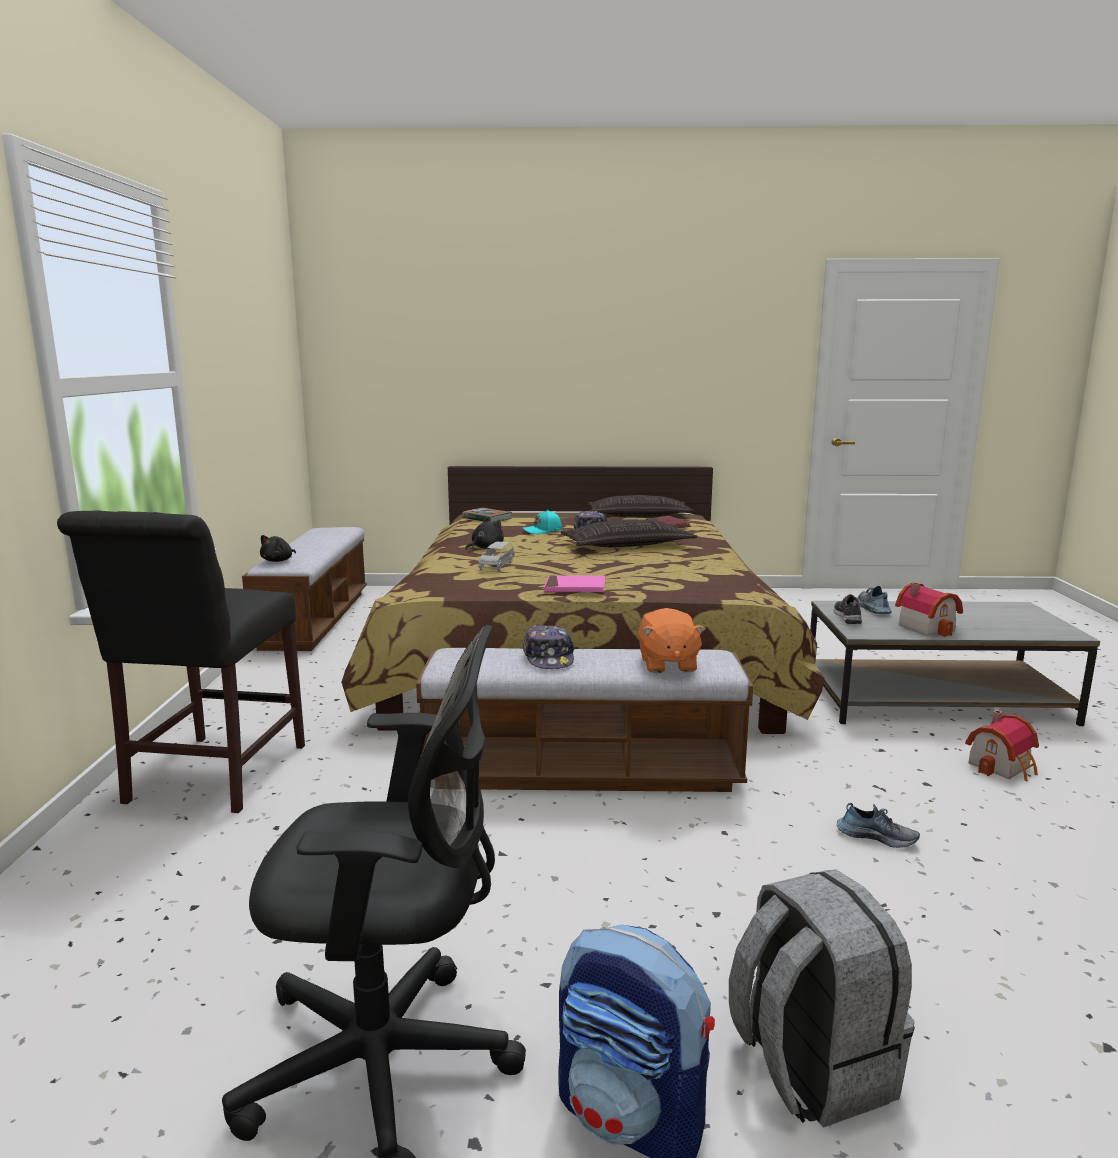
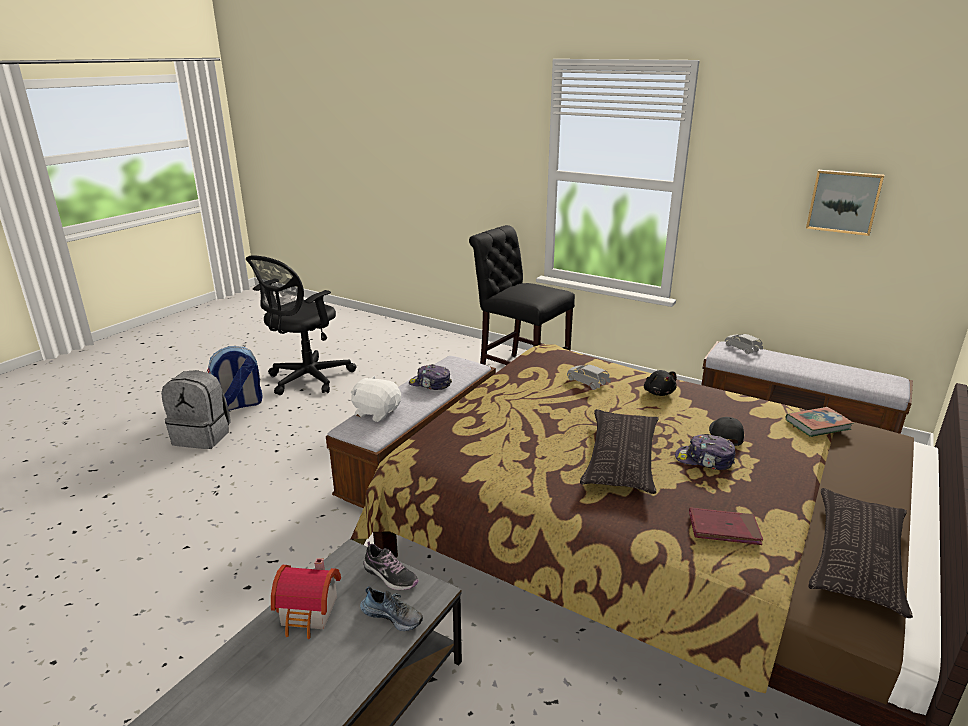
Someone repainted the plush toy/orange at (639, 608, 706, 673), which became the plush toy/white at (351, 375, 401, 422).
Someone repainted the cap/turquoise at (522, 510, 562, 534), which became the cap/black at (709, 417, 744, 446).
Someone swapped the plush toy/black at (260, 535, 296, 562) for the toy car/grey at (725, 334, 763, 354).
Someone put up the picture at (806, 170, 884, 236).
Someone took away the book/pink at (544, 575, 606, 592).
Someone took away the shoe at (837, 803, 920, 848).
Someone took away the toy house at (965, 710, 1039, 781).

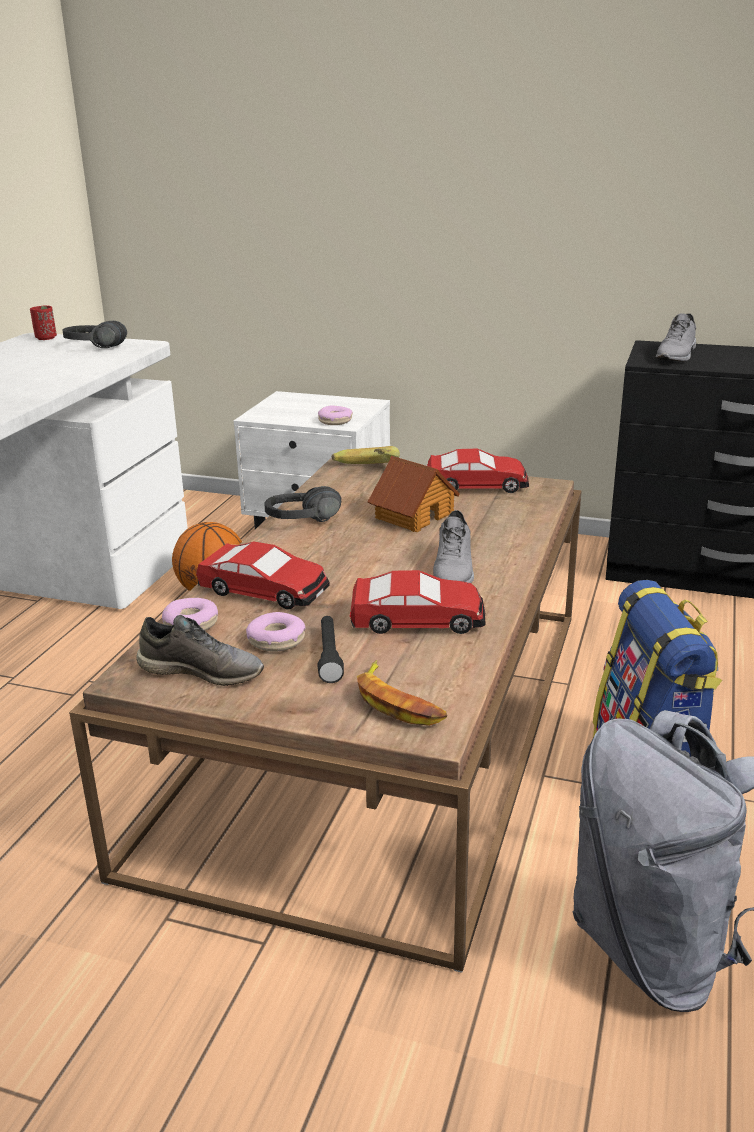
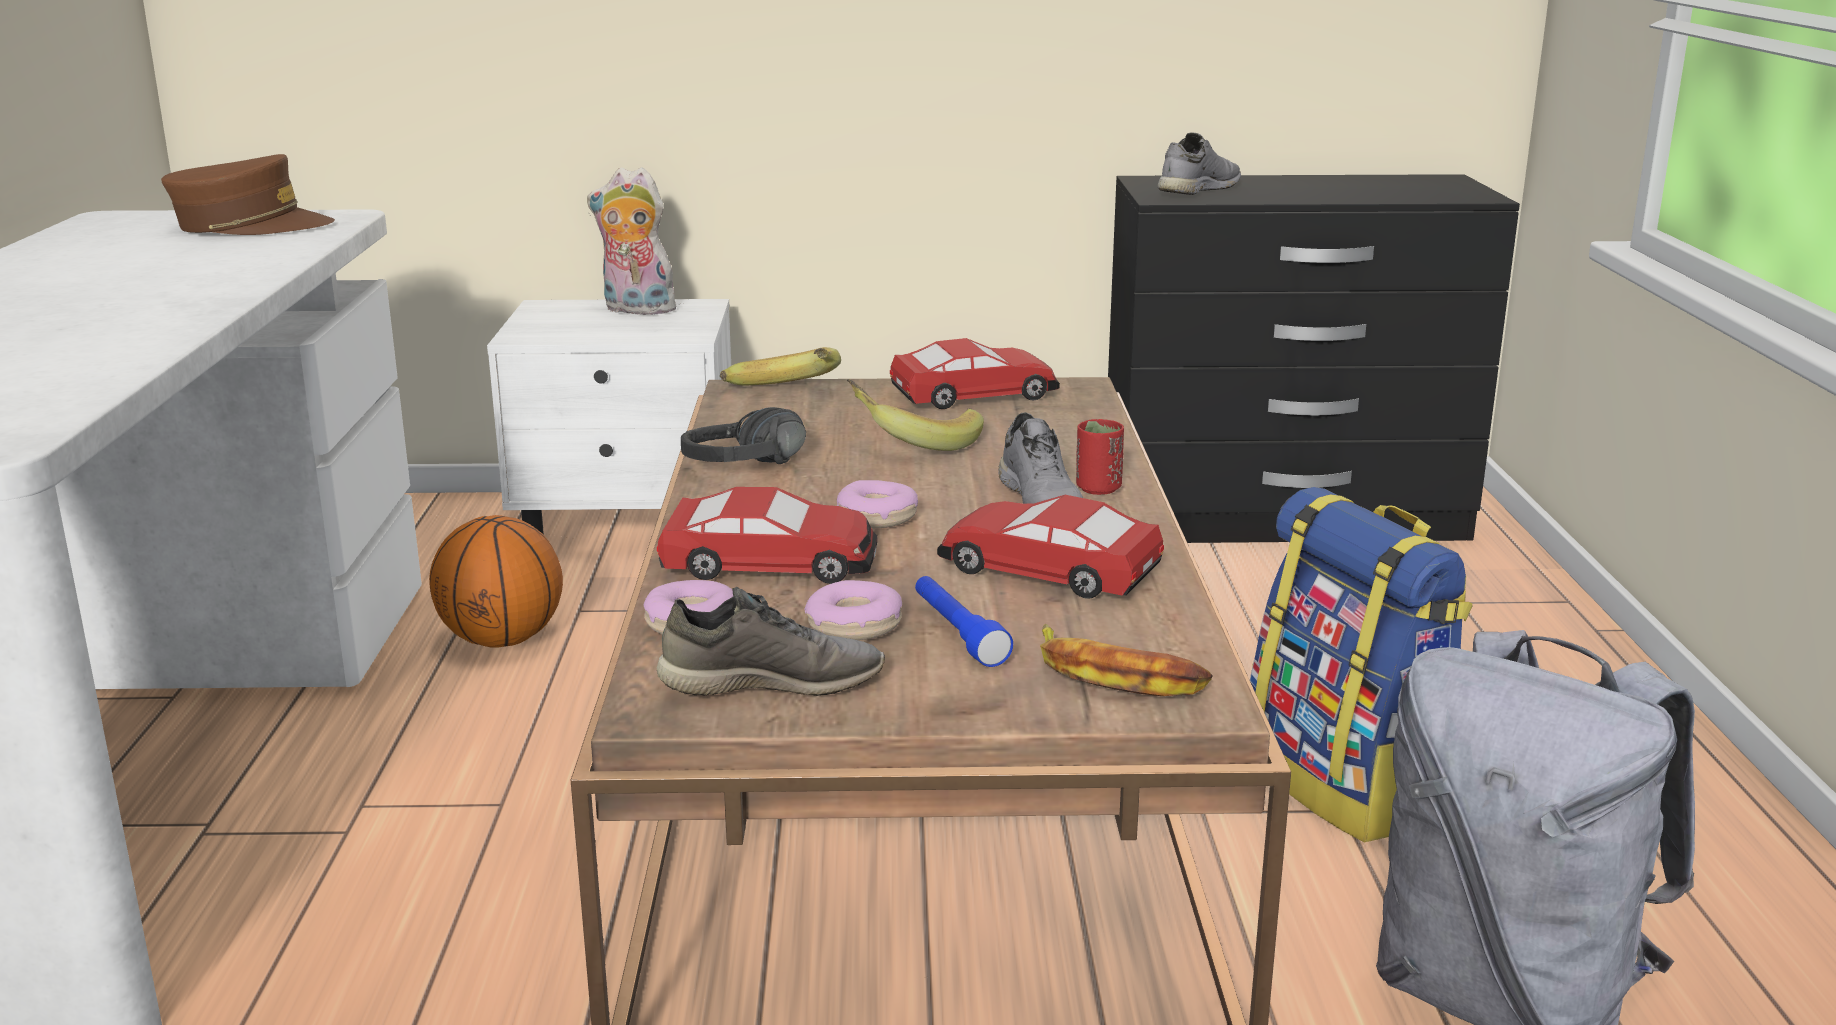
Someone swapped the headphones/black at (63, 321, 127, 348) for the cap/brown at (161, 154, 335, 235).
Someone put down the plush toy at (587, 167, 676, 315).
Someone carried the donut from (318, 405, 353, 425) to (837, 480, 918, 528).
Someone swapped the toy house at (368, 456, 460, 532) for the banana at (847, 379, 984, 451).
Someone repainted the flashlight/black at (317, 616, 344, 683), which became the flashlight/blue at (915, 576, 1013, 667).
Someone rotated the toy car at (350, 570, 485, 634) by 135 degrees counterclockwise.
Someone carried the cup/red from (30, 306, 57, 340) to (1076, 419, 1124, 495).
Someone rotated the shoe/grey at (656, 313, 696, 362) by 150 degrees counterclockwise.

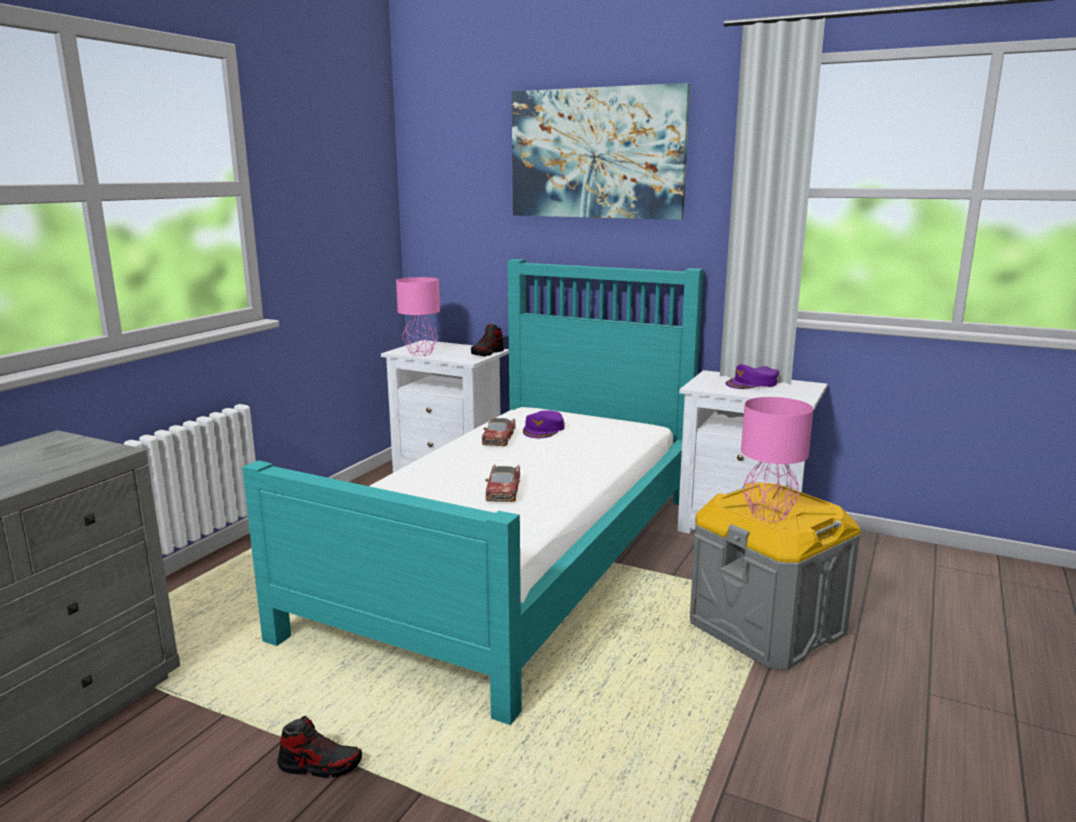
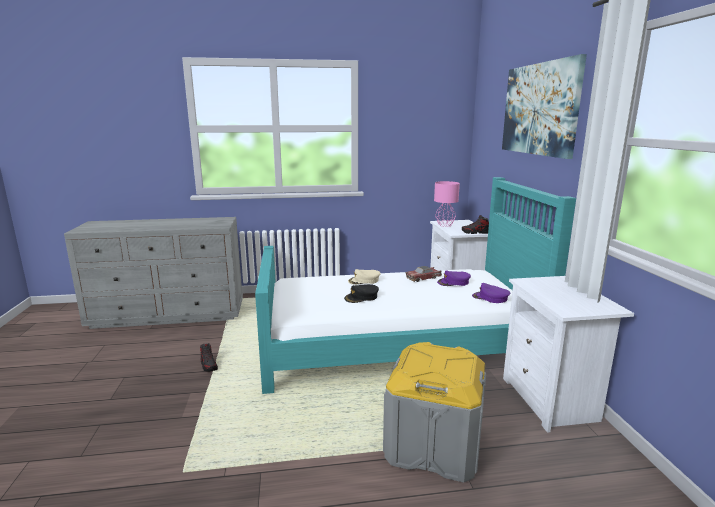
Someone swapped the toy car at (485, 464, 520, 502) for the cap/black at (344, 284, 379, 303).
Someone put down the cap/beige at (348, 269, 380, 285).
Someone carried the cap/purple from (725, 364, 779, 389) to (472, 283, 510, 303).
Someone took away the table lamp/pink at (741, 397, 814, 522).

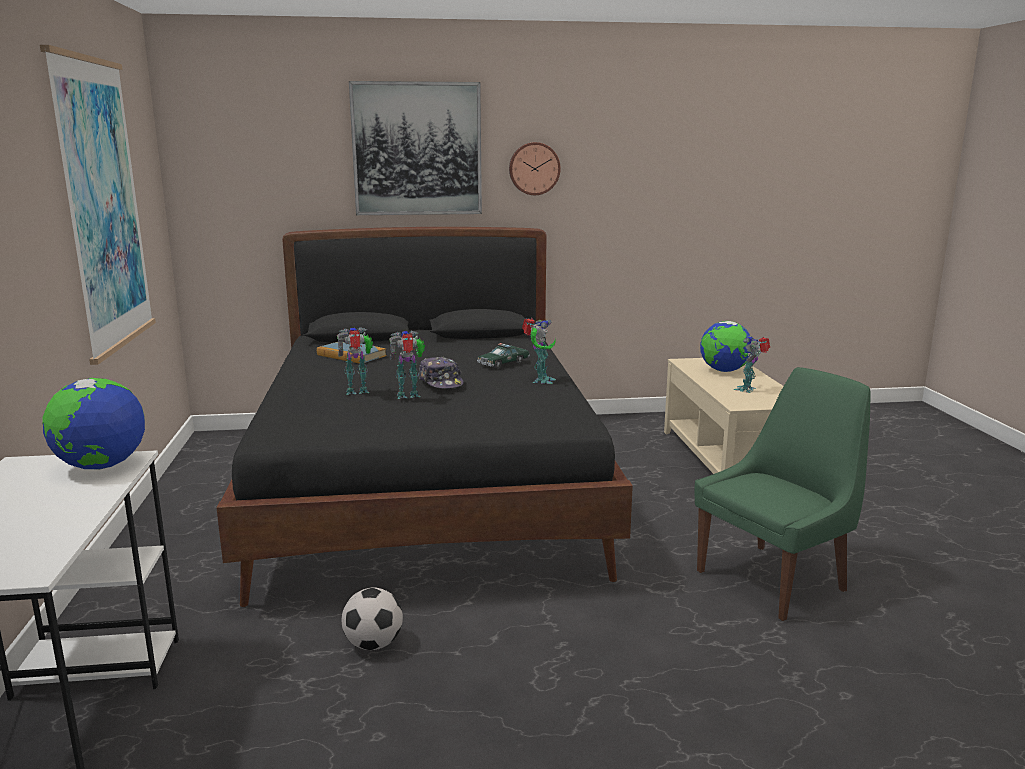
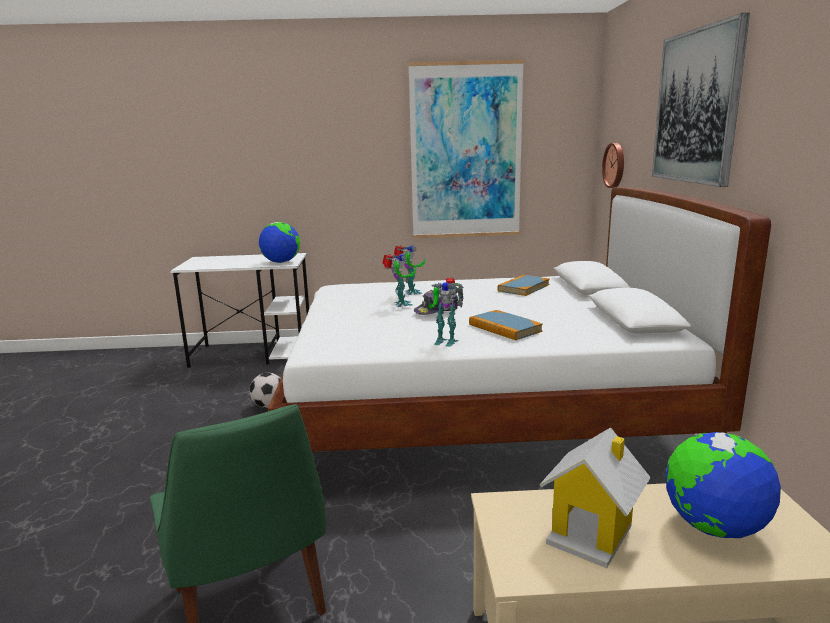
Someone repainted the bed/black at (216, 227, 633, 607), which became the bed/white at (268, 187, 771, 452).
Someone swapped the toy car at (477, 343, 530, 368) for the book at (469, 310, 543, 340).
Someone swapped the toy robot at (734, 336, 770, 393) for the toy house at (539, 427, 651, 568).
Someone carried the wall clock from (509, 142, 561, 195) to (602, 143, 624, 188).

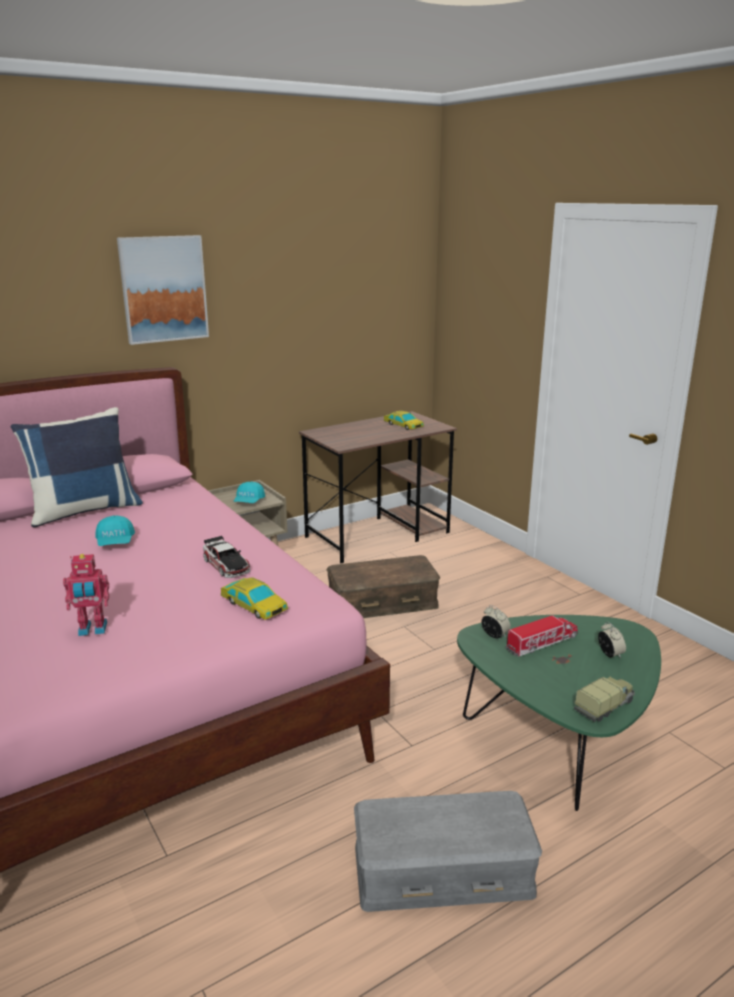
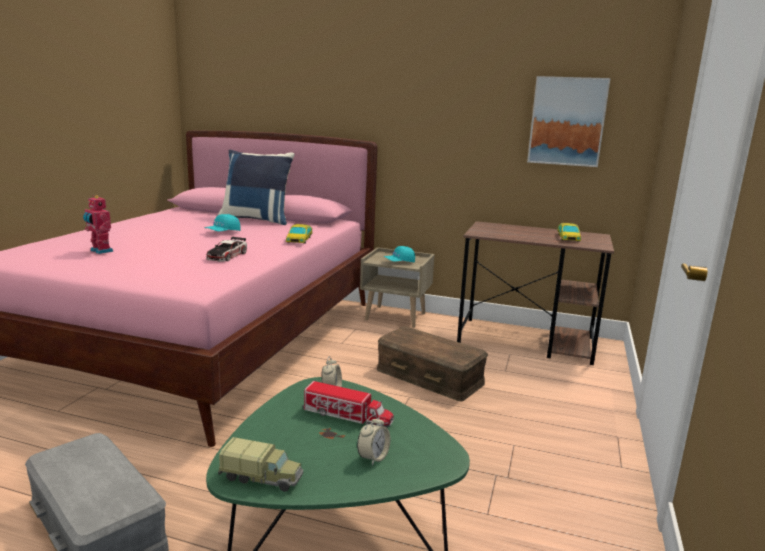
Someone carried the toy car from (221, 577, 288, 620) to (286, 224, 312, 244).
Someone carried the picture from (117, 235, 209, 345) to (527, 76, 611, 167).

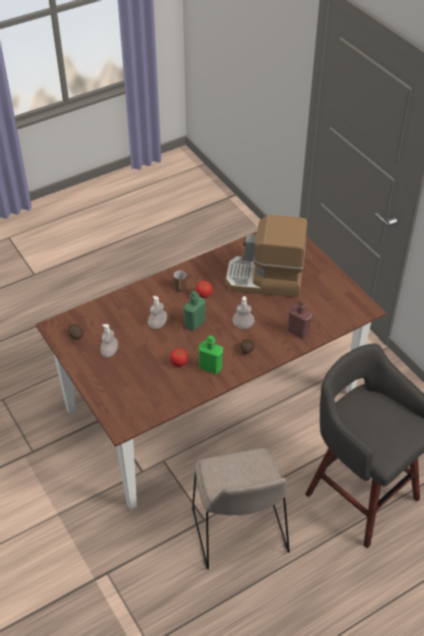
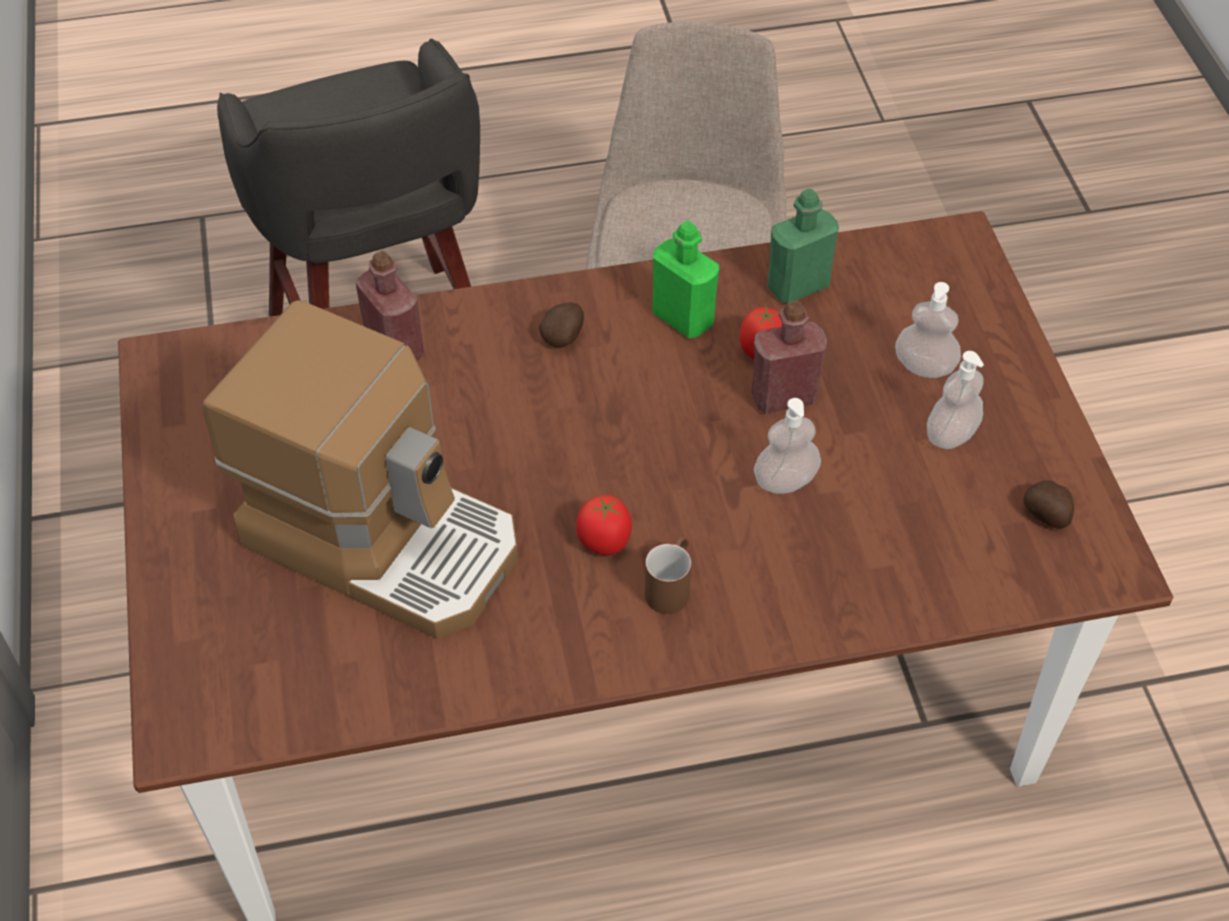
Someone put down the bottle/red at (751, 301, 827, 414).
Someone carried the bottle/green from (184, 291, 205, 330) to (768, 189, 839, 304).
Someone carried the soap dispenser from (232, 296, 254, 329) to (895, 282, 961, 378).

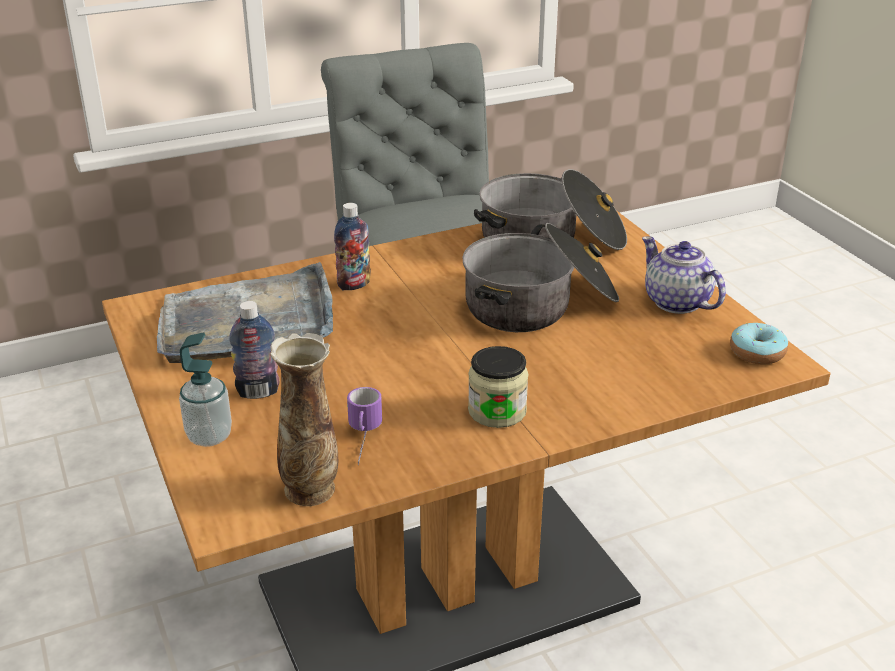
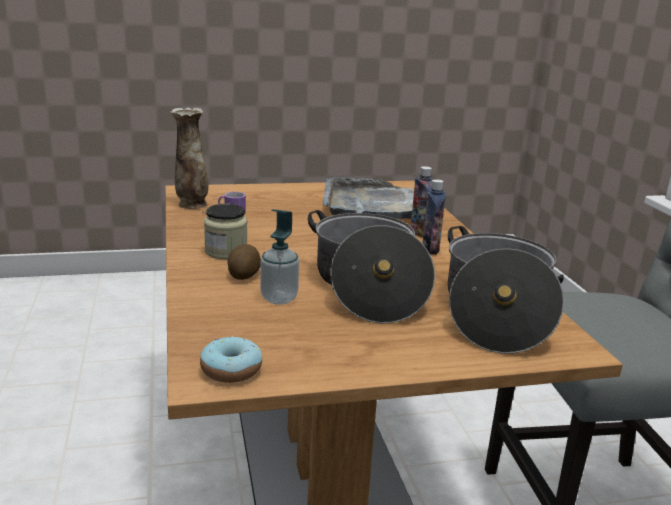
Someone put down the potato at (228, 244, 261, 280).
Someone carried the soap dispenser from (179, 332, 232, 447) to (260, 209, 299, 305).
Someone carried the bottle from (229, 301, 280, 399) to (422, 179, 446, 255).
Someone took away the teapot at (642, 236, 726, 314).

